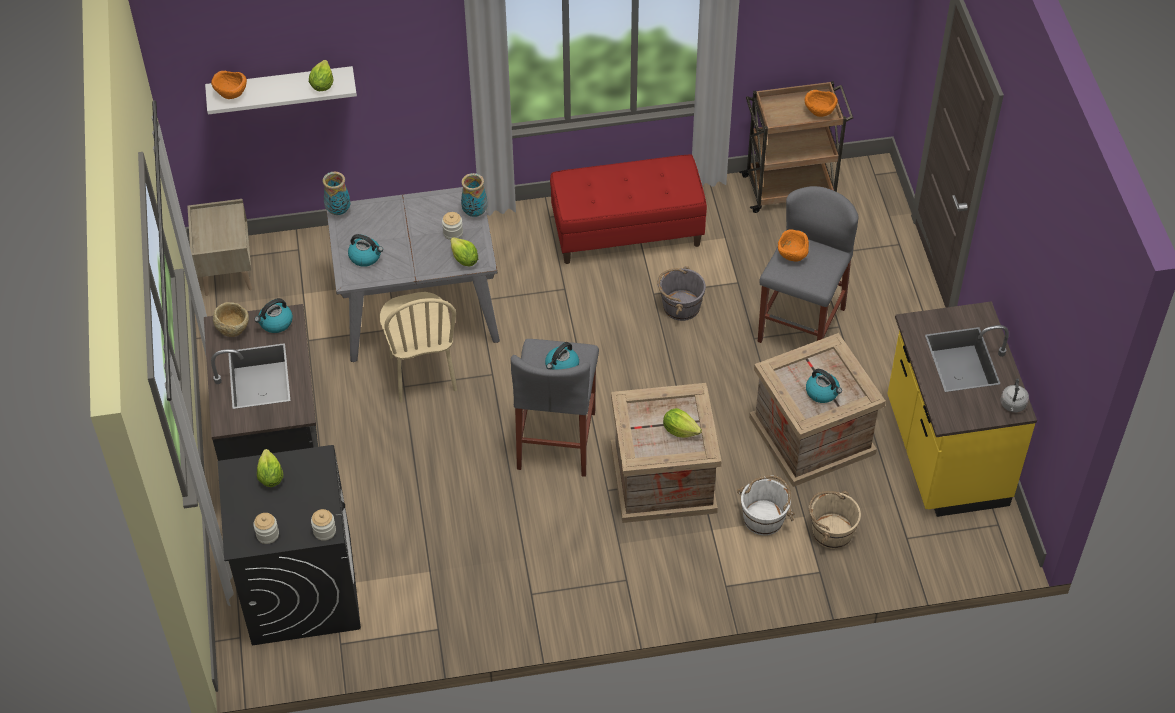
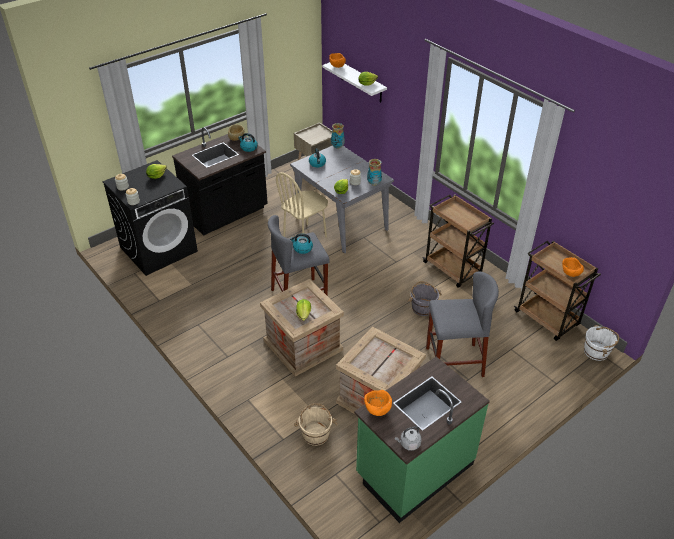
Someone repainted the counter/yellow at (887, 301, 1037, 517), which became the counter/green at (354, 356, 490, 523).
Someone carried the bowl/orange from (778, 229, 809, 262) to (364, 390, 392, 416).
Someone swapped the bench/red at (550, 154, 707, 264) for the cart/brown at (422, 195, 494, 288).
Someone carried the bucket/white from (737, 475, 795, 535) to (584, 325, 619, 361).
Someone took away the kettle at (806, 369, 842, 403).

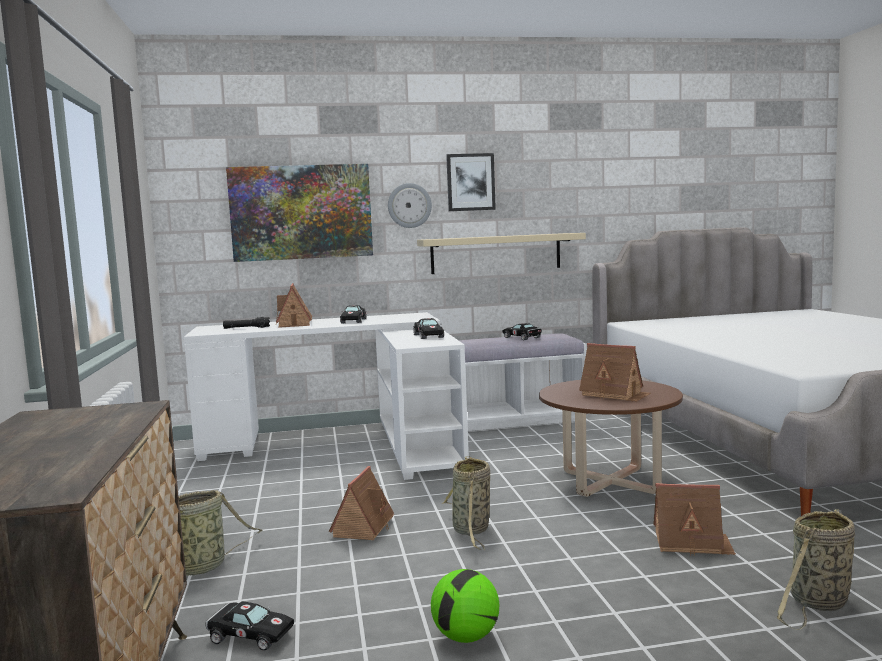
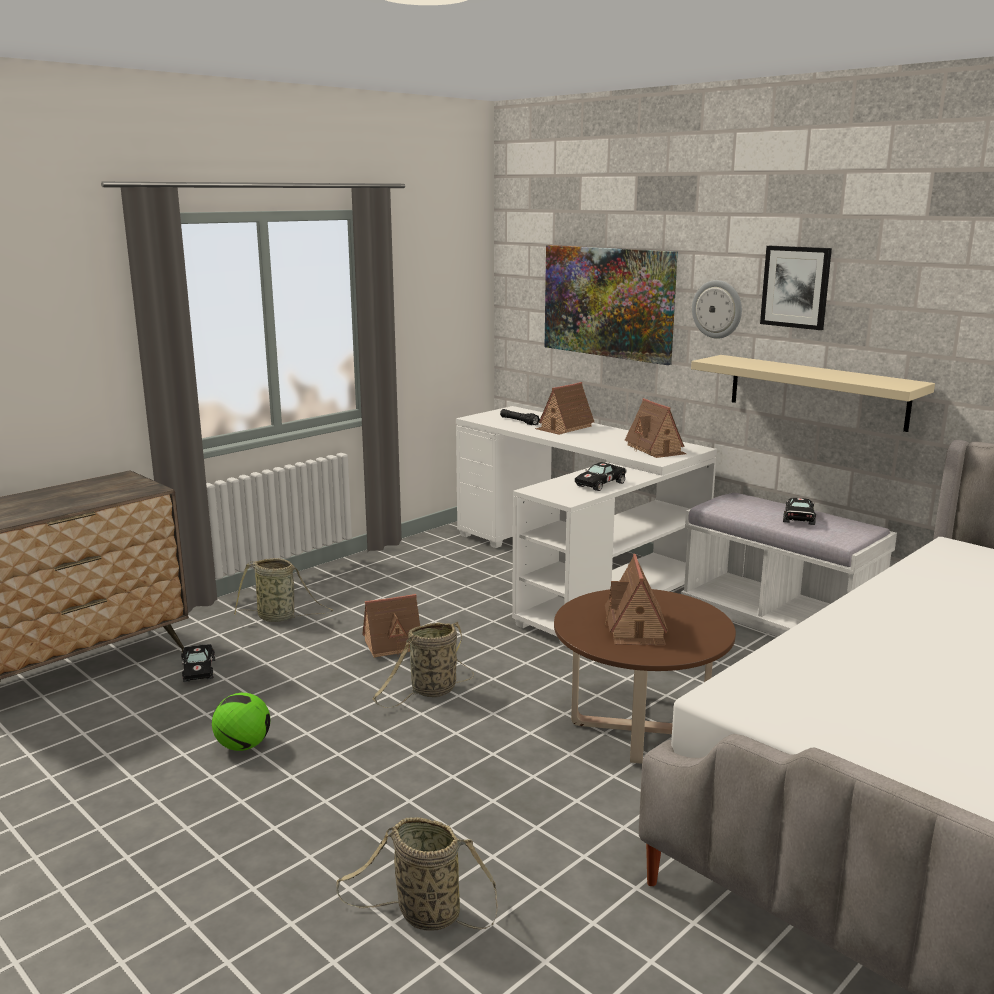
Someone carried the toy house from (653, 483, 736, 556) to (625, 398, 687, 458).
Someone took away the toy car/black at (340, 305, 367, 324).

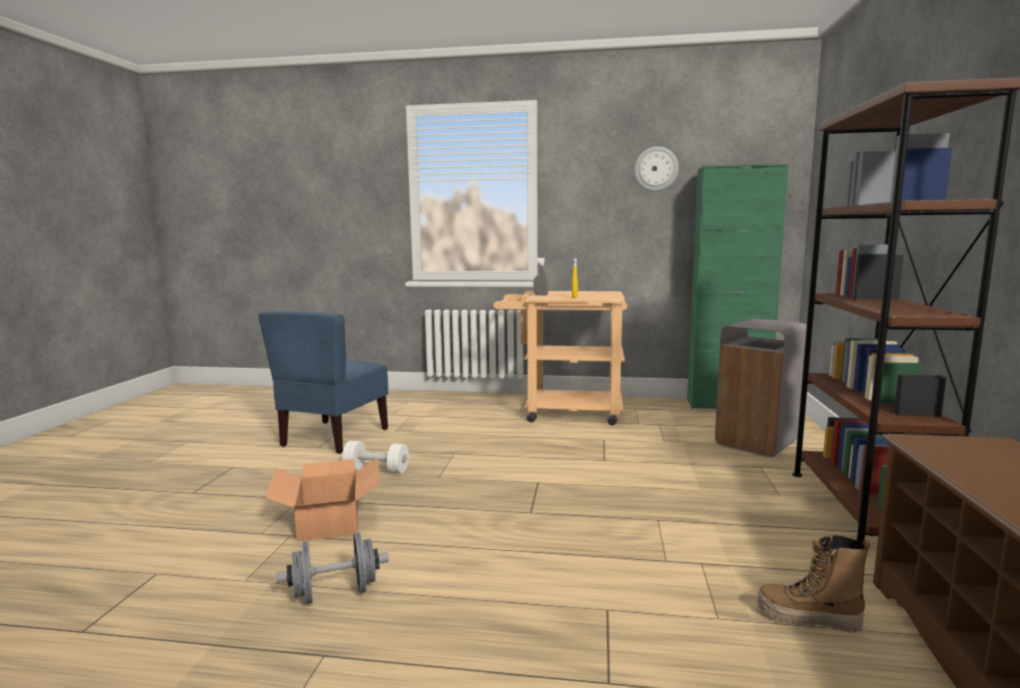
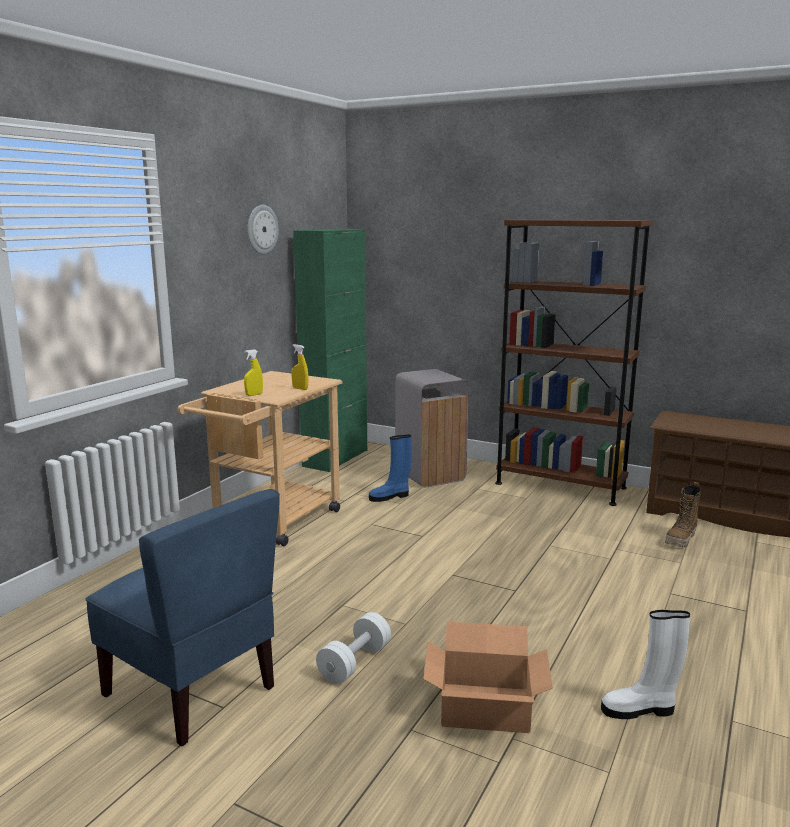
Someone repainted the spray bottle/grey at (533, 258, 549, 295), which became the spray bottle/yellow at (244, 349, 263, 396).
Someone put down the boot/blue at (369, 435, 412, 502).
Someone swapped the dumbbell/grey at (276, 532, 389, 604) for the boot/white at (601, 610, 690, 719).

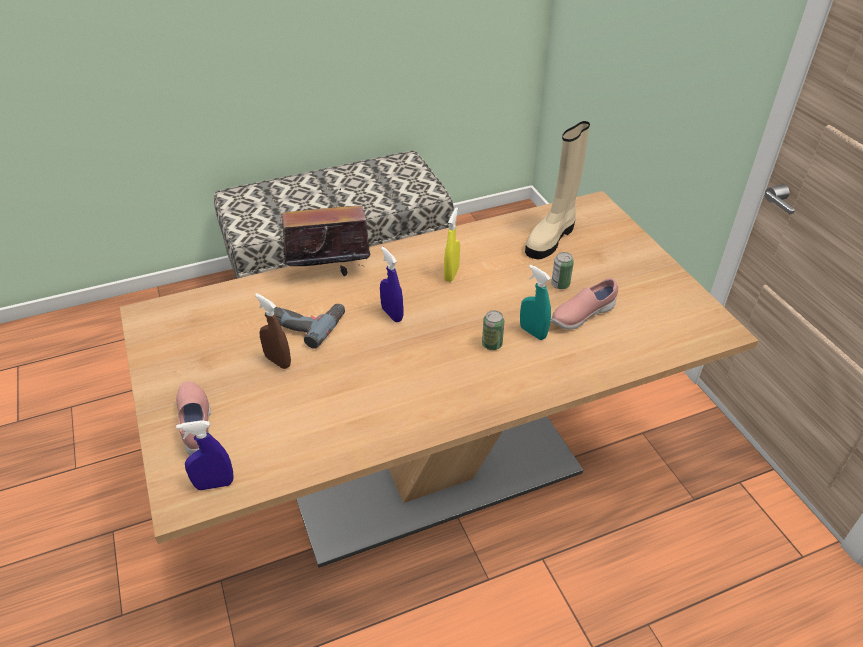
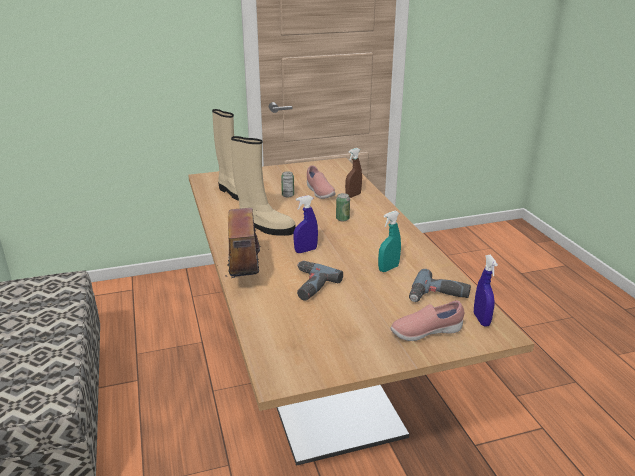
Someone swapped the spray bottle/yellow at (444, 207, 460, 282) for the boot/beige at (231, 136, 295, 236).
Someone carried the spray bottle/brown from (255, 293, 291, 369) to (345, 148, 362, 198).
Someone carried the spray bottle/turquoise from (520, 265, 551, 340) to (378, 211, 401, 272).
Someone put down the power drill at (409, 269, 471, 302).

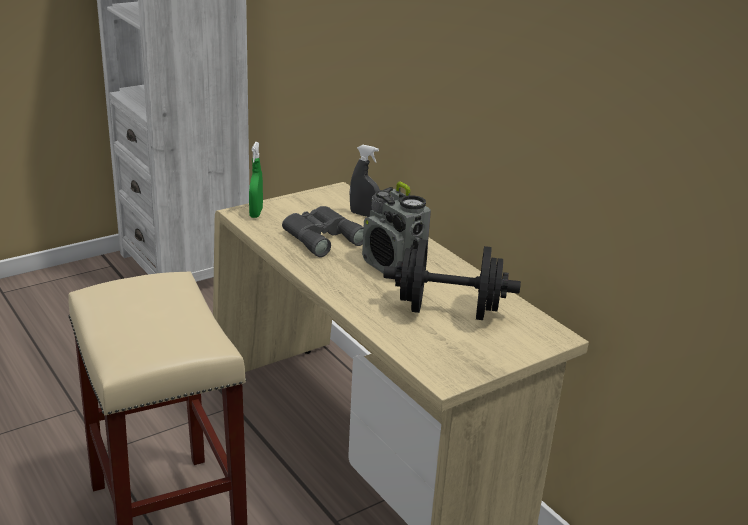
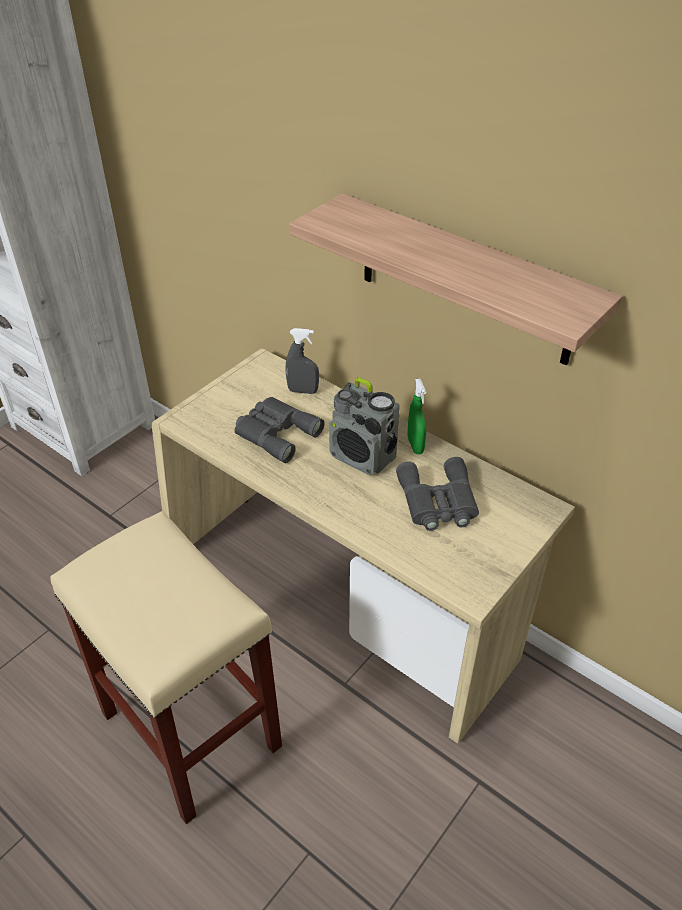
Someone put up the shelf at (289, 193, 622, 366).
Someone swapped the dumbbell/black at (383, 239, 521, 320) for the binoculars/grey at (396, 457, 479, 531).
Someone carried the spray bottle/green from (249, 142, 263, 218) to (408, 378, 426, 454).

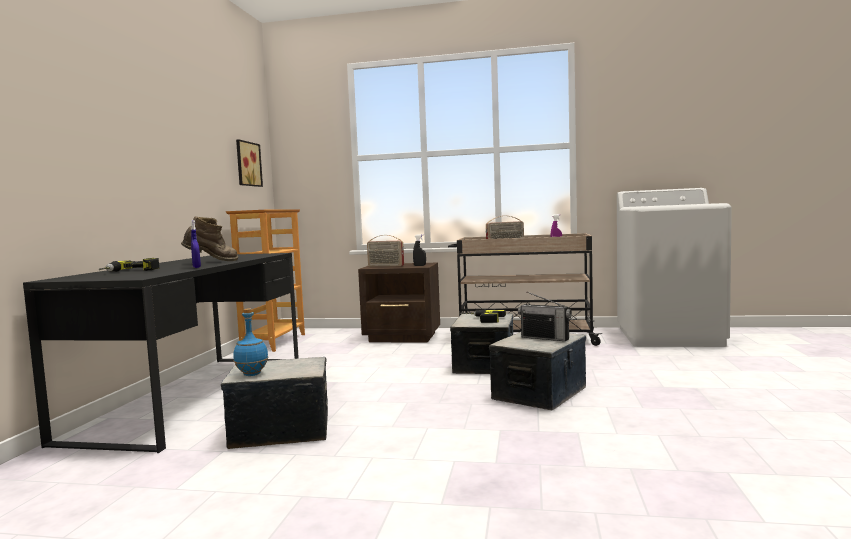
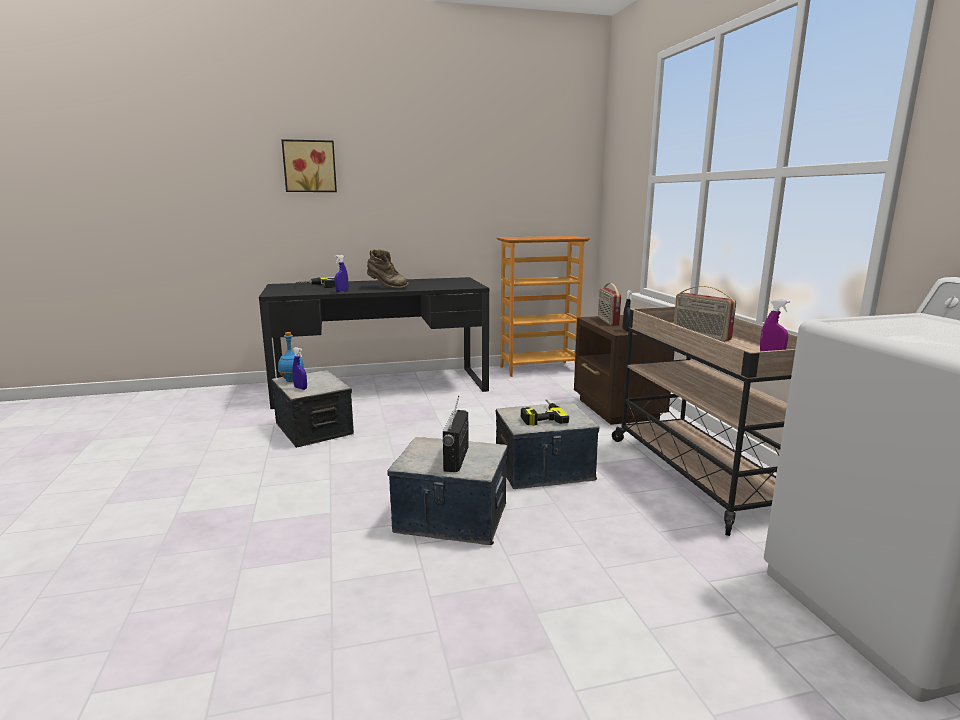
Someone carried the picture from (236, 139, 263, 187) to (281, 139, 337, 192).
Someone put down the spray bottle/blue at (293, 347, 307, 390).

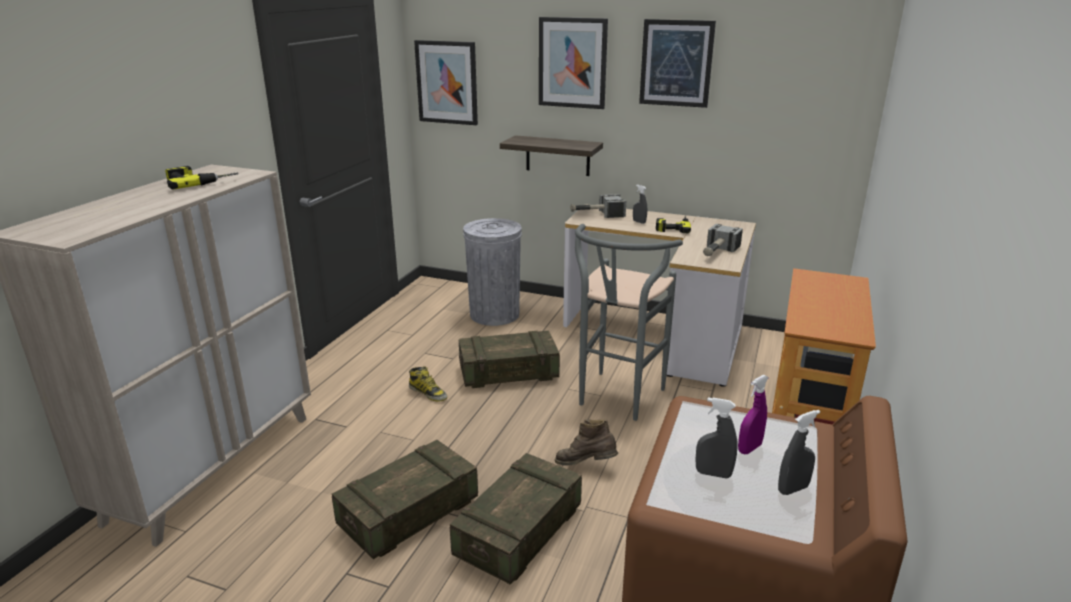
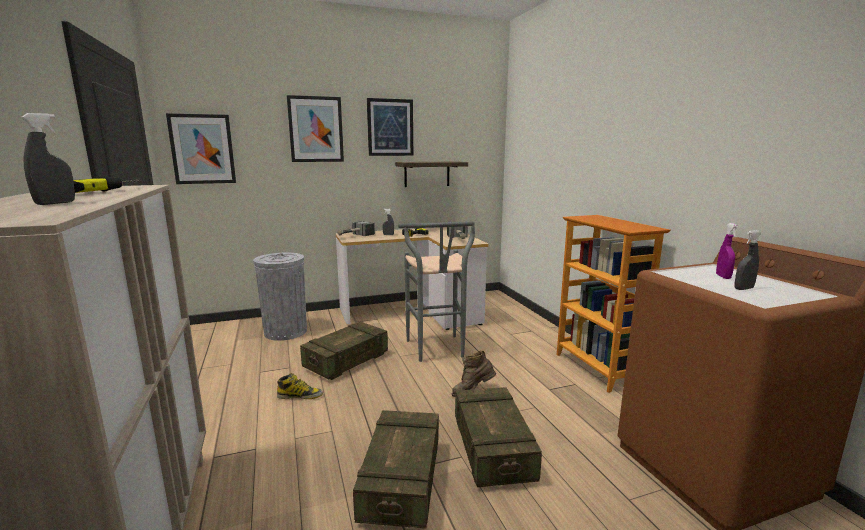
Someone carried the spray bottle/grey from (778, 410, 820, 495) to (21, 113, 75, 205).
Someone carried the shelf from (500, 135, 603, 176) to (395, 161, 468, 187).

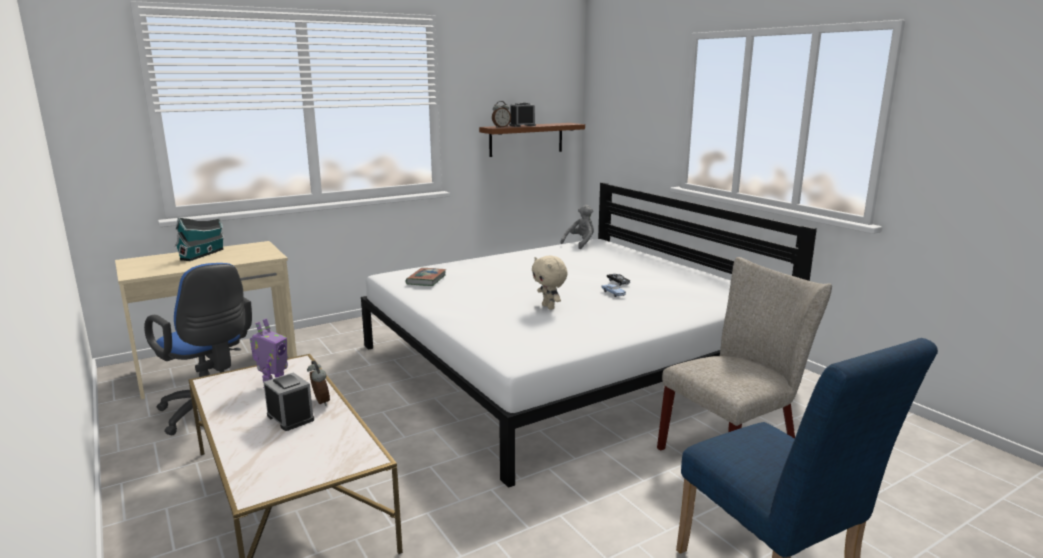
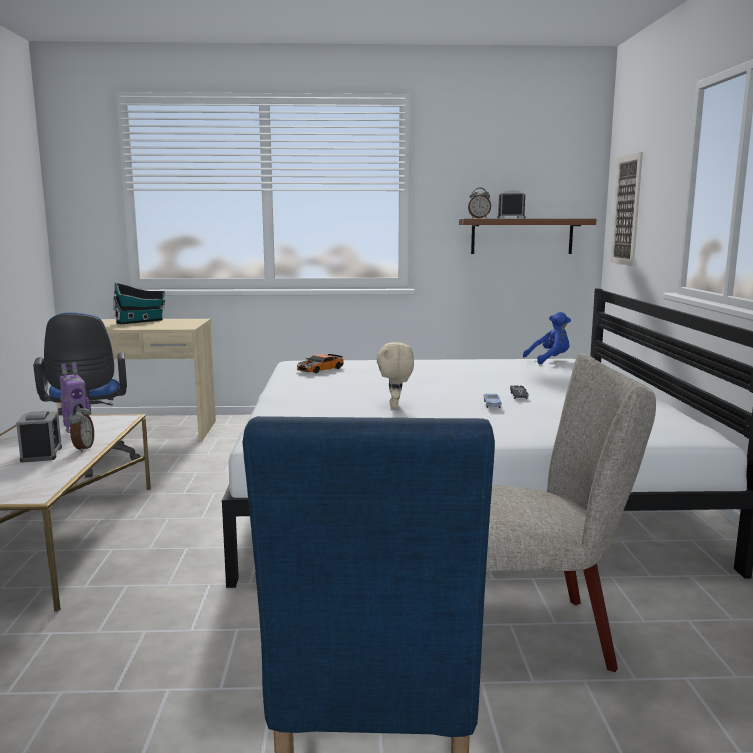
Someone swapped the book at (405, 268, 446, 286) for the toy car at (297, 354, 343, 373).
Someone repainted the plush toy/grey at (560, 205, 594, 249), which became the plush toy/blue at (523, 312, 571, 365).
Someone put up the picture at (610, 152, 643, 266).

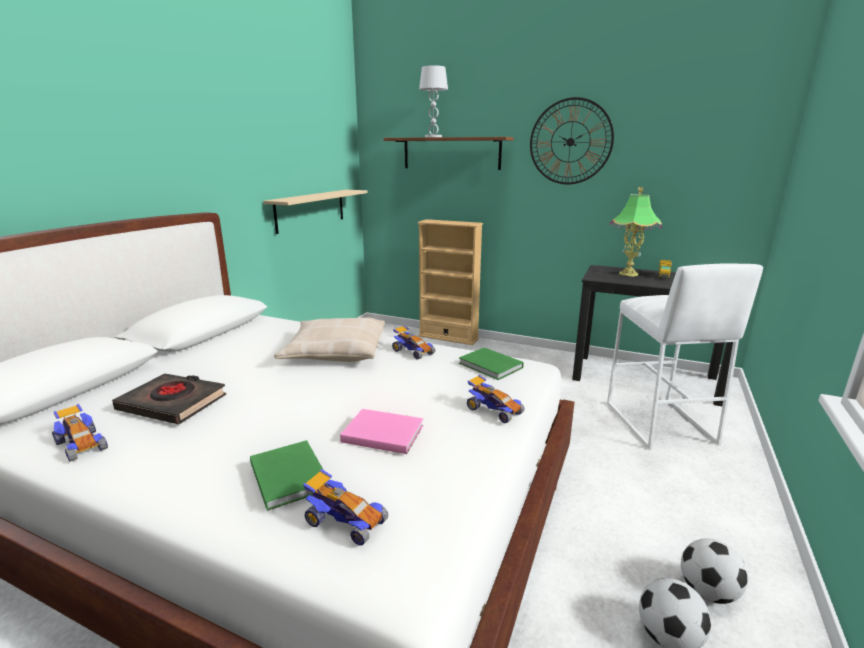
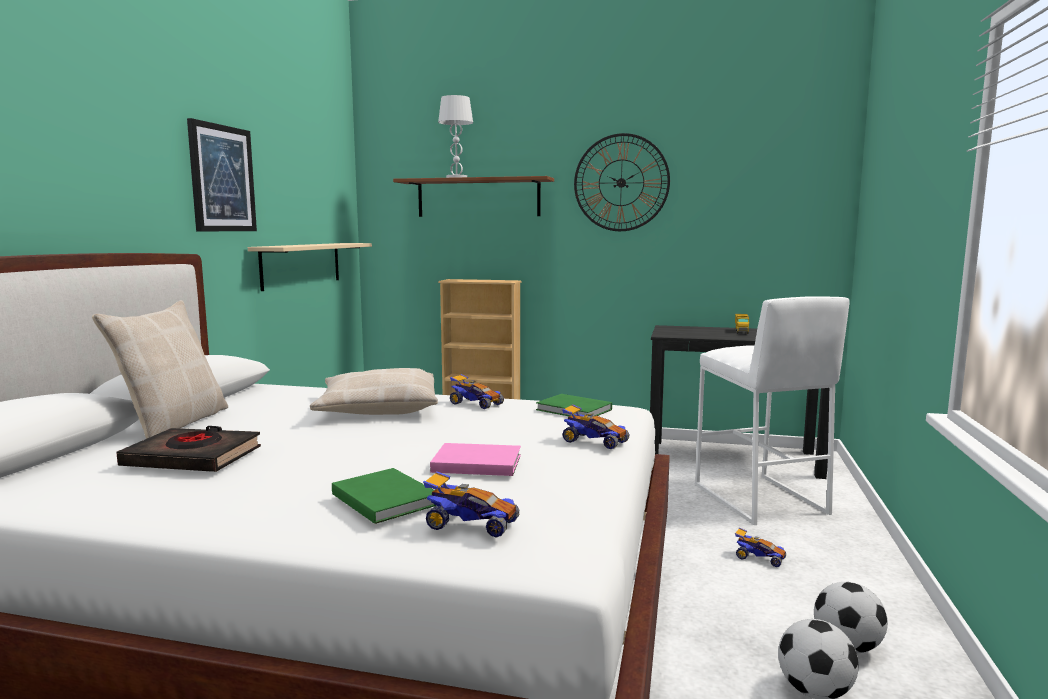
Someone put down the pillow/beige at (92, 300, 228, 439).
Someone put up the picture at (187, 118, 257, 231).
Someone carried the toy car from (52, 404, 108, 462) to (735, 527, 786, 567).
Someone took away the table lamp at (610, 187, 662, 277).

